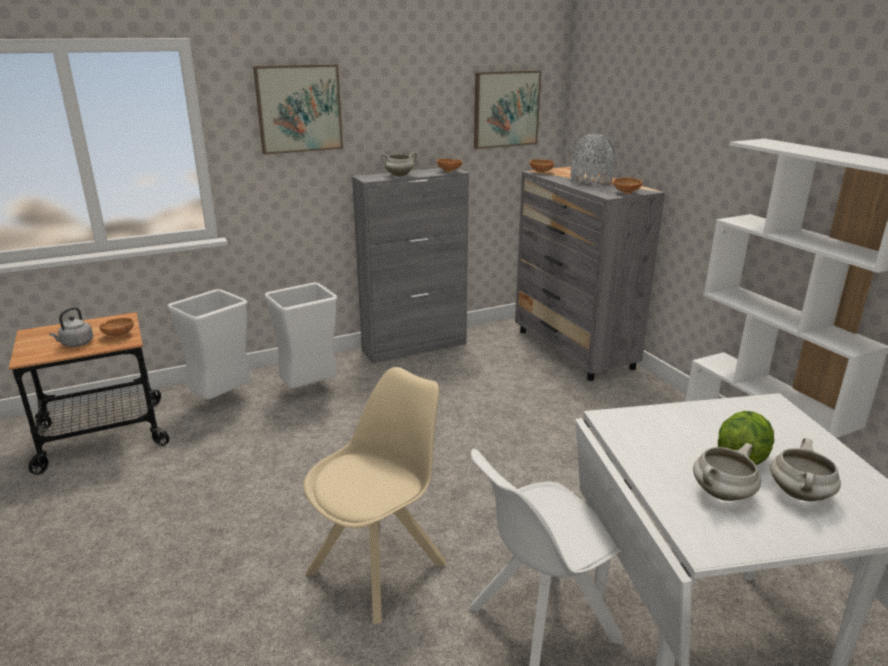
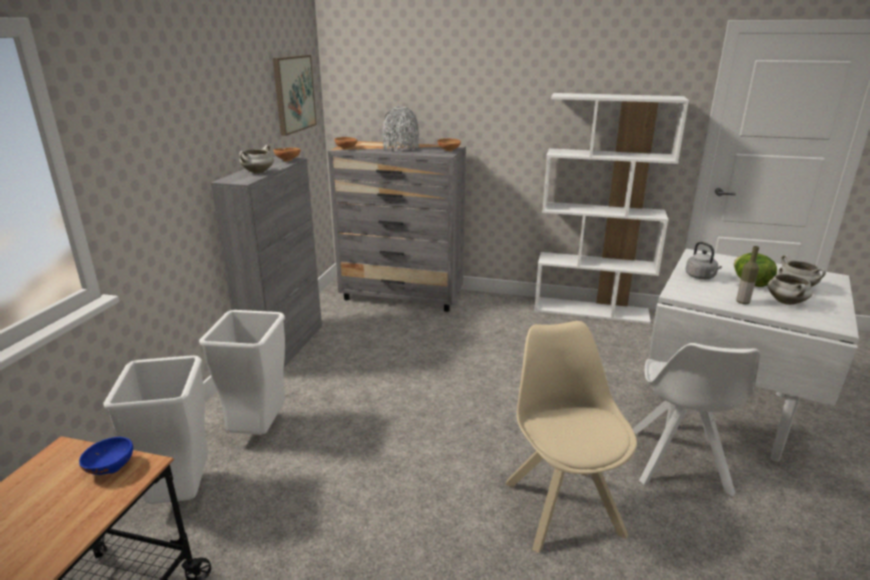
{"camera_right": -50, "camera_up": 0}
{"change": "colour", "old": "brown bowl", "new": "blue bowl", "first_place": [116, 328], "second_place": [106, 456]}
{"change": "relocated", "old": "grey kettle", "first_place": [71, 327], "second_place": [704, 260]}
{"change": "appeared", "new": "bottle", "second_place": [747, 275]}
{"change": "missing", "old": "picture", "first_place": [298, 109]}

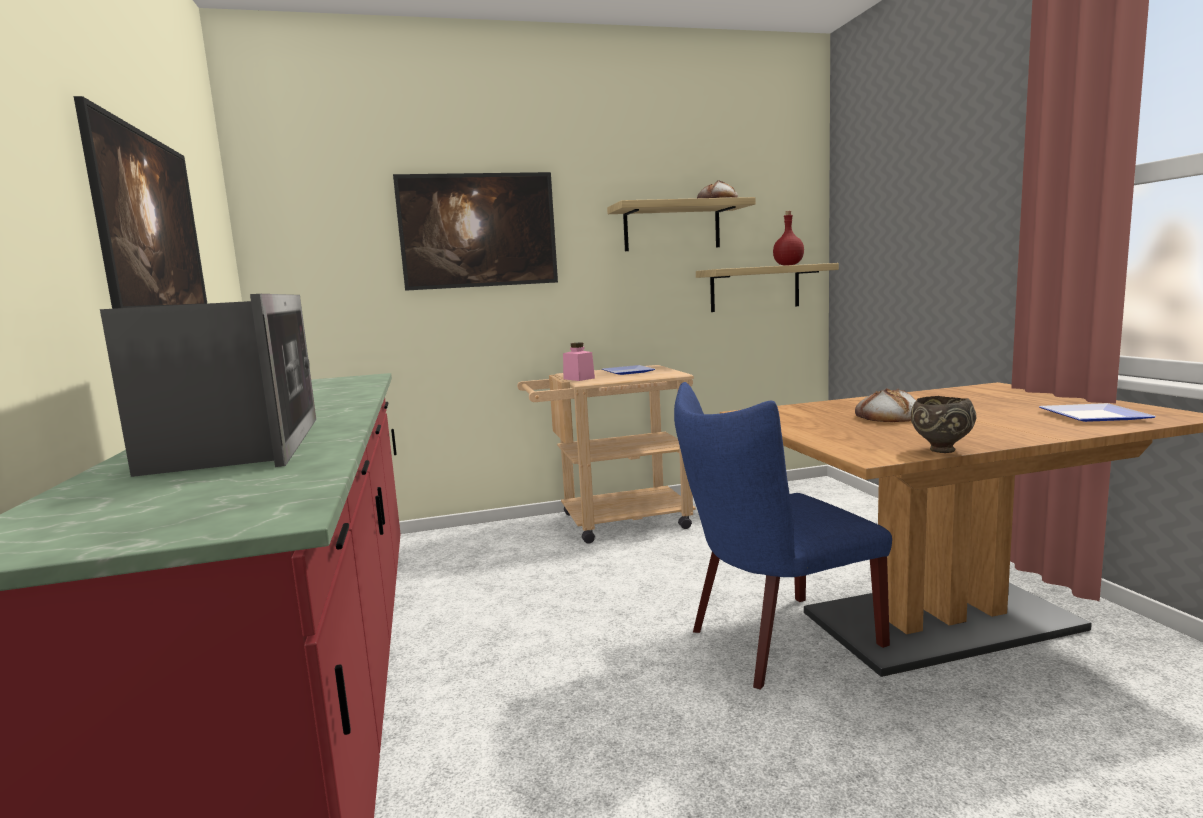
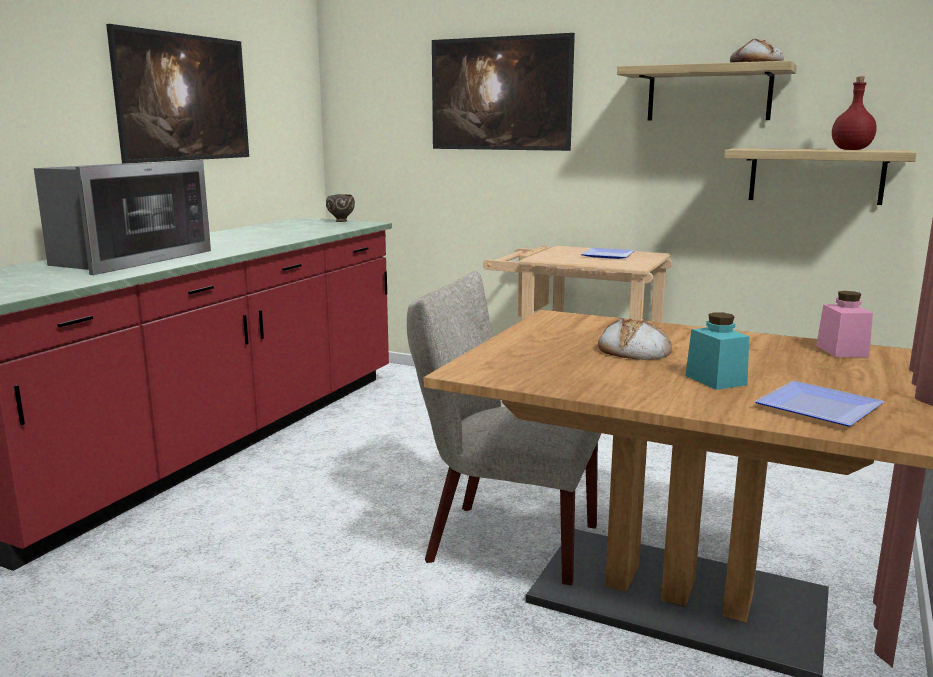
{"camera_right": 40, "camera_up": 5}
{"change": "relocated", "old": "brown bowl", "first_place": [943, 424], "second_place": [340, 208]}
{"change": "colour", "old": "blue chair", "new": "beige chair", "first_place": [783, 536], "second_place": [504, 429]}
{"change": "appeared", "new": "turquoise jar", "second_place": [717, 351]}
{"change": "relocated", "old": "pink jar", "first_place": [579, 362], "second_place": [844, 324]}

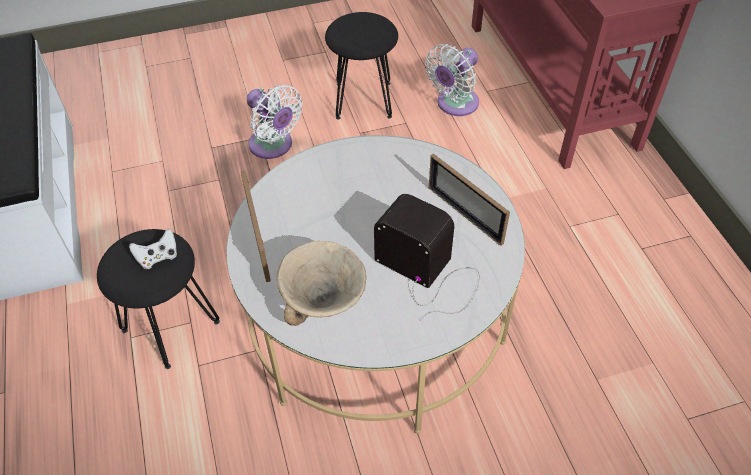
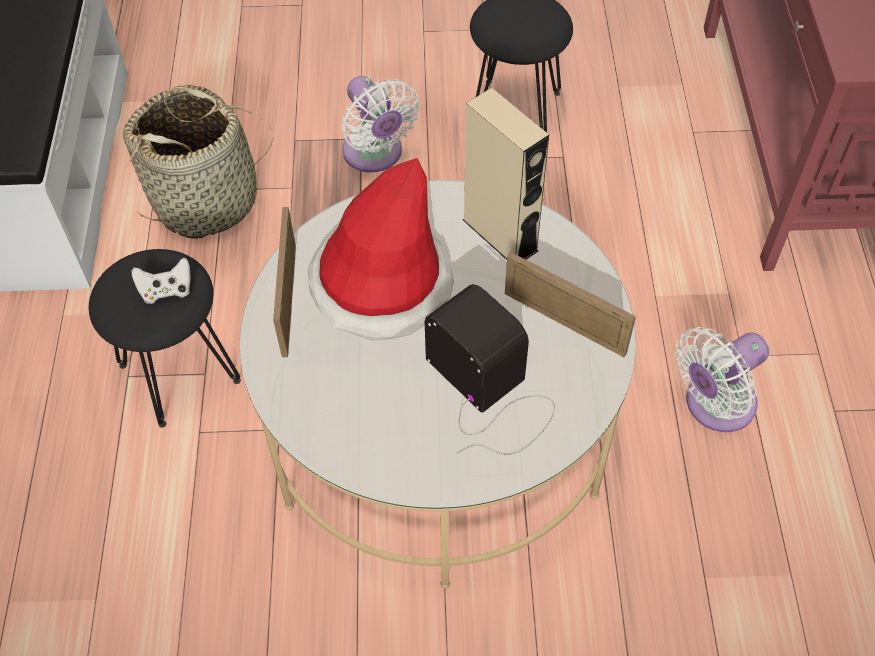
{"camera_right": 15, "camera_up": 5}
{"change": "appeared", "new": "basket", "second_place": [198, 162]}
{"change": "appeared", "new": "hat", "second_place": [381, 249]}
{"change": "appeared", "new": "beige speaker", "second_place": [506, 174]}
{"change": "spun", "old": "picture frame", "first_place": [469, 200], "second_place": [570, 304], "degrees": 150}
{"change": "relocated", "old": "white fan", "first_place": [452, 80], "second_place": [722, 379]}
{"change": "missing", "old": "beige bowl", "first_place": [321, 283]}

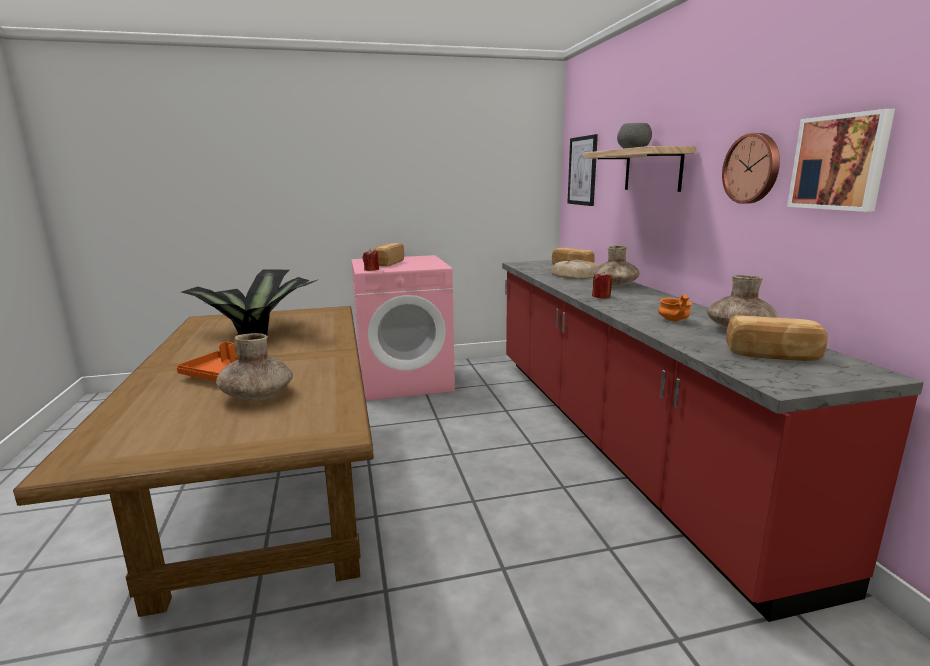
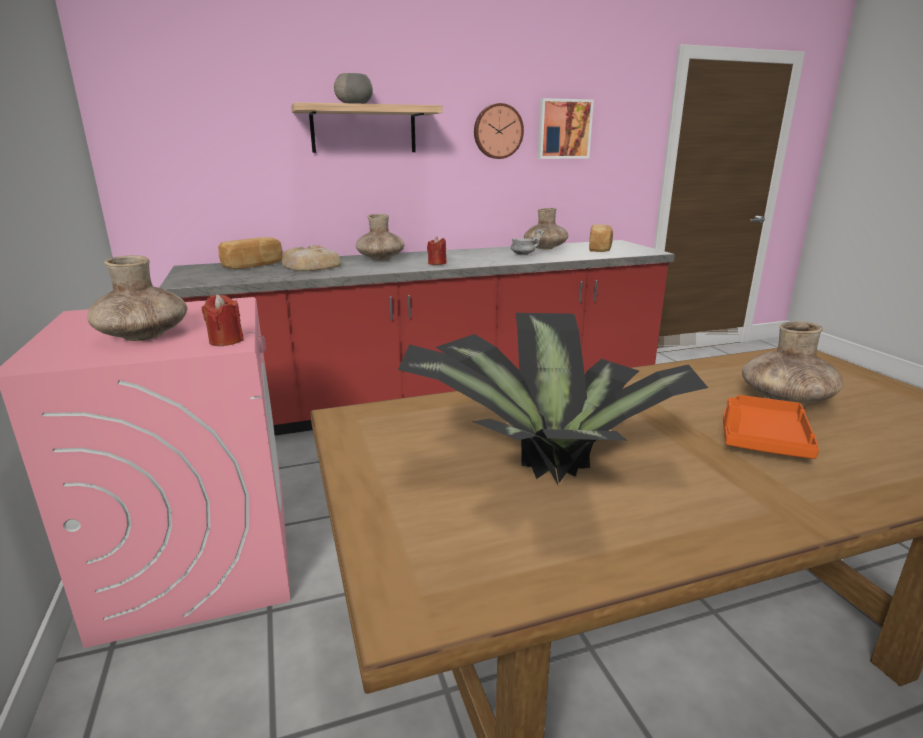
{"camera_right": -95, "camera_up": 5}
{"change": "exchanged", "old": "bread", "new": "brown vase", "first_place": [388, 254], "second_place": [137, 298]}
{"change": "colour", "old": "orange bowl", "new": "grey bowl", "first_place": [675, 308], "second_place": [527, 242]}
{"change": "missing", "old": "picture", "first_place": [583, 170]}

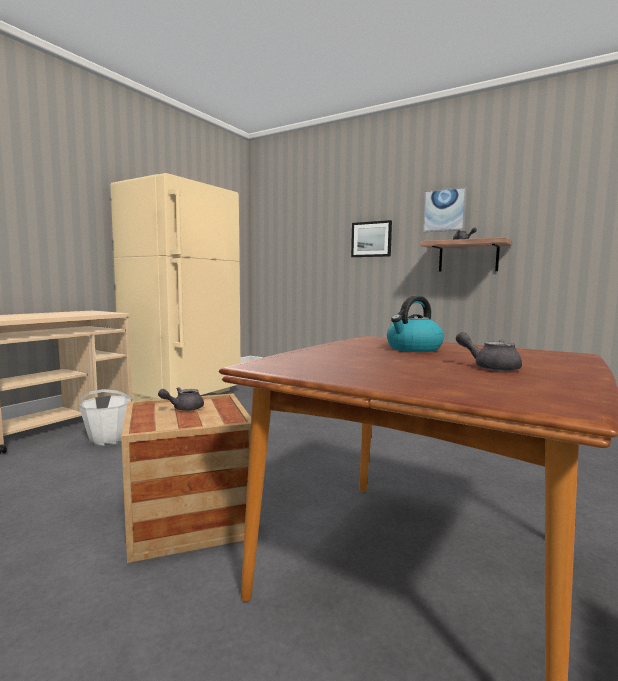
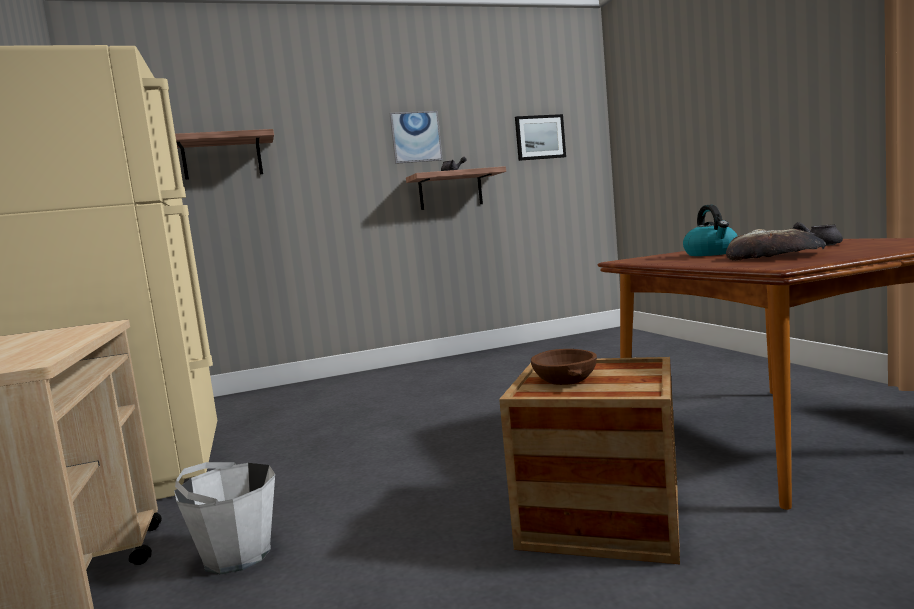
{"camera_right": -50, "camera_up": 0}
{"change": "appeared", "new": "shelf", "second_place": [224, 154]}
{"change": "relocated", "old": "picture", "first_place": [371, 238], "second_place": [540, 137]}
{"change": "exchanged", "old": "grey teapot", "new": "brown bowl", "first_place": [181, 399], "second_place": [564, 367]}
{"change": "appeared", "new": "bread", "second_place": [776, 245]}

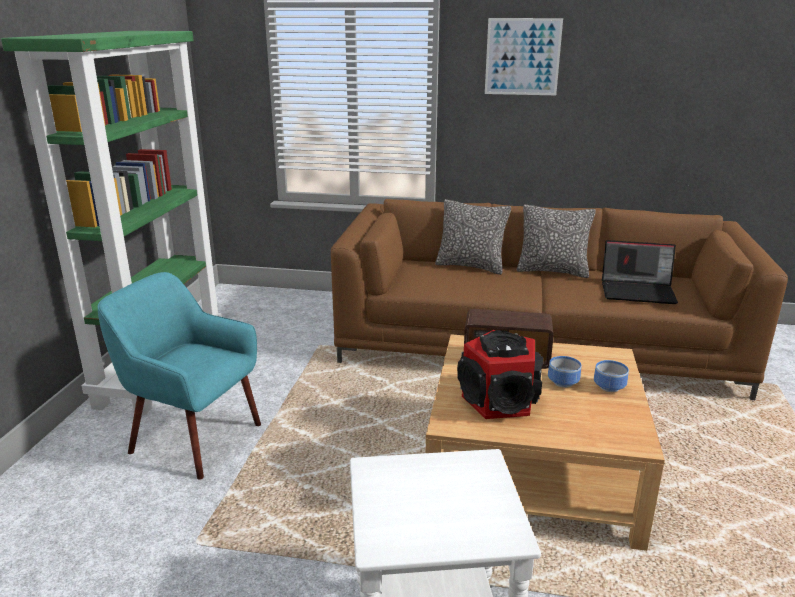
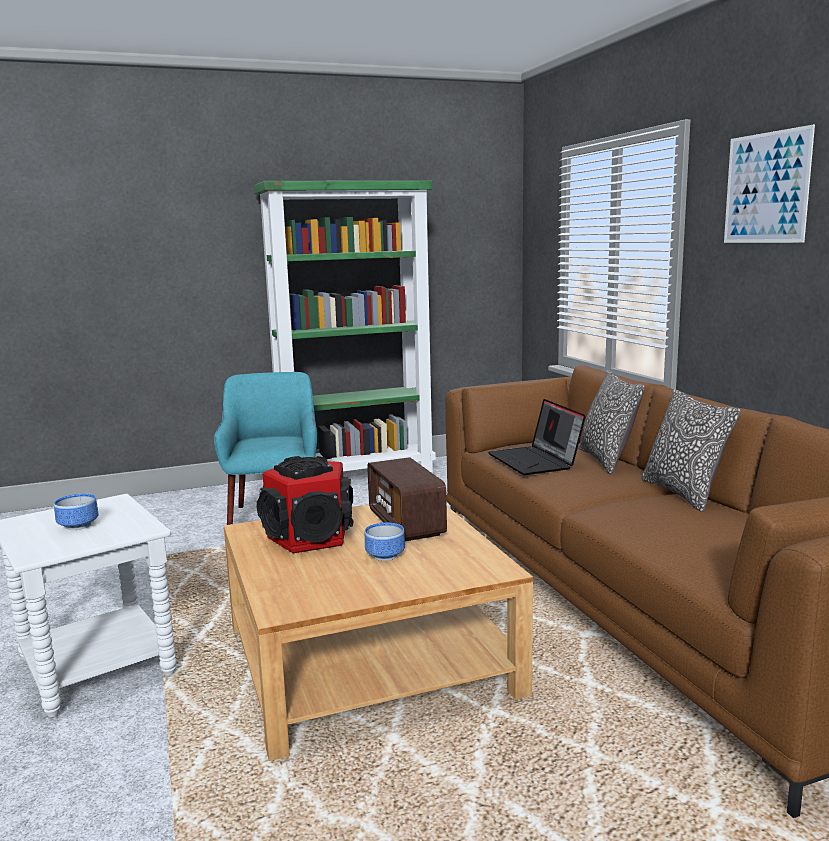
{"camera_right": 60, "camera_up": -10}
{"change": "relocated", "old": "bowl", "first_place": [611, 376], "second_place": [76, 512]}
{"change": "relocated", "old": "laptop", "first_place": [640, 272], "second_place": [537, 437]}

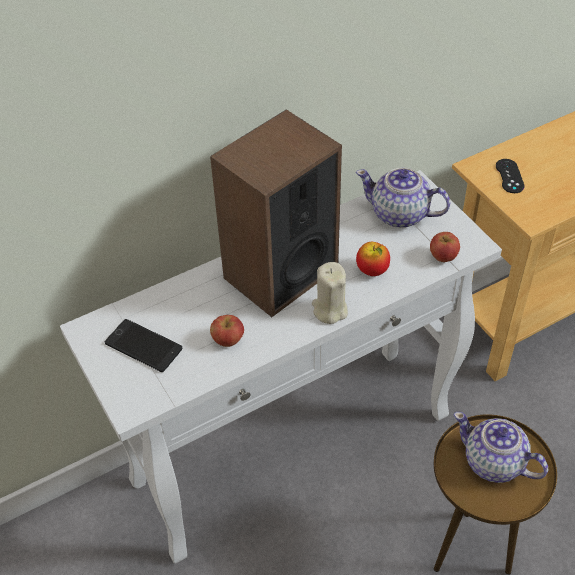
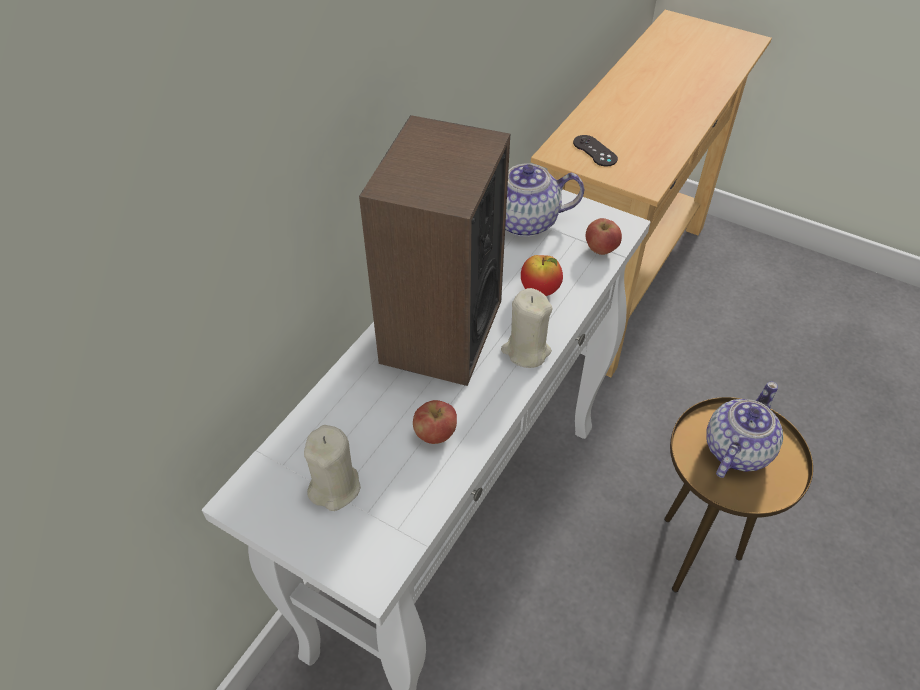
{"camera_right": -30, "camera_up": 0}
{"change": "exchanged", "old": "phone", "new": "beige candle", "first_place": [144, 345], "second_place": [332, 468]}
{"change": "spun", "old": "teapot", "first_place": [501, 447], "second_place": [744, 429], "degrees": 120}

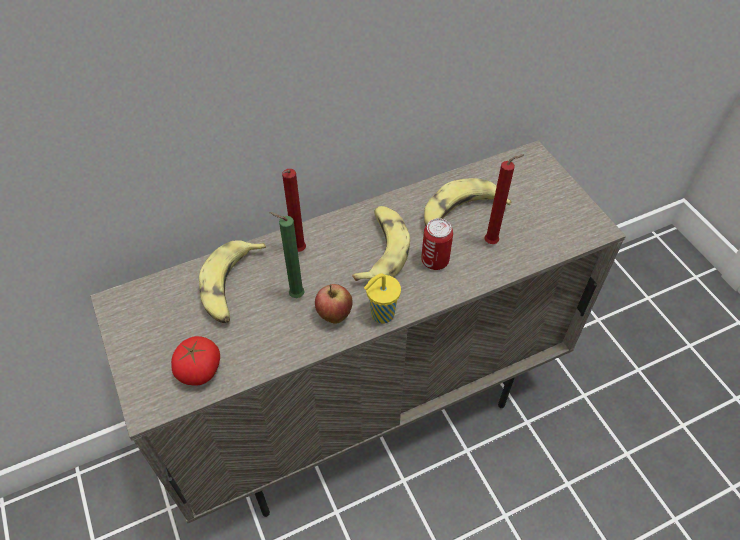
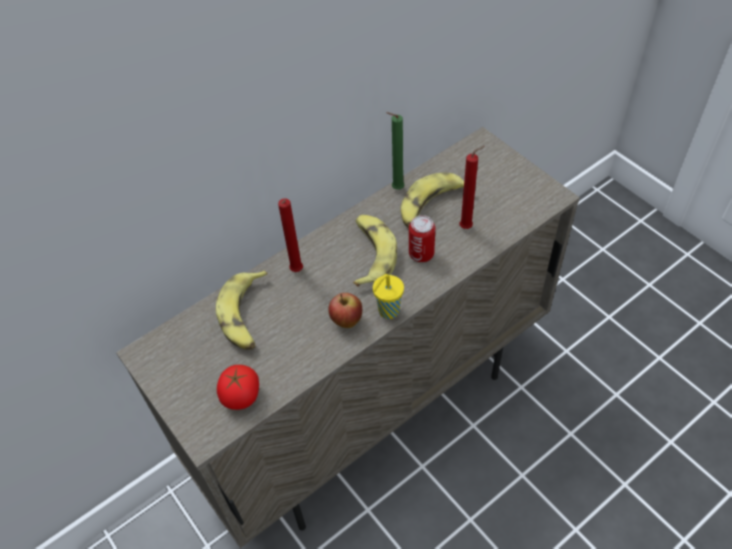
{"camera_right": -10, "camera_up": 0}
{"change": "relocated", "old": "green candle", "first_place": [287, 255], "second_place": [395, 151]}

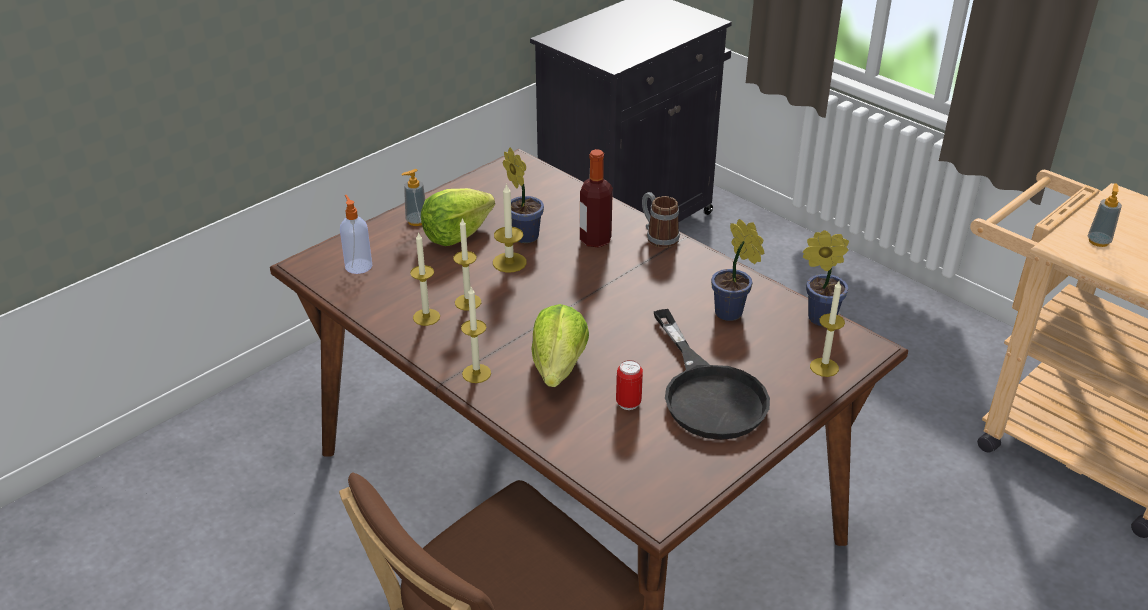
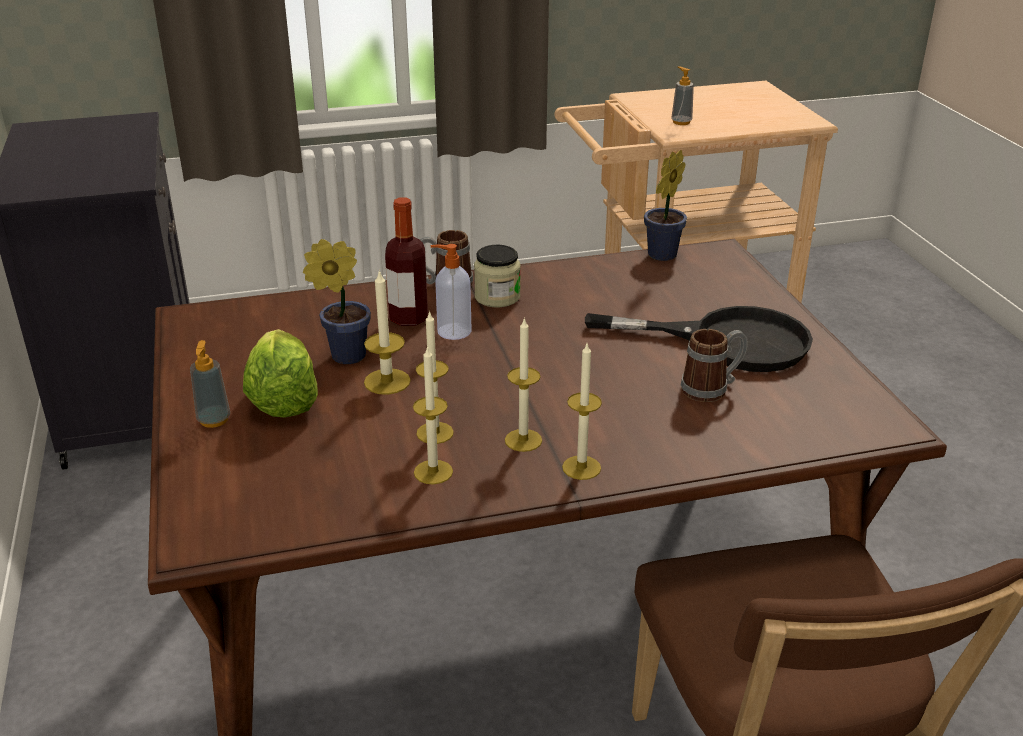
{"camera_right": -60, "camera_up": -5}
{"change": "relocated", "old": "soap dispenser", "first_place": [356, 234], "second_place": [451, 292]}
{"change": "appeared", "new": "jar", "second_place": [497, 276]}
{"change": "relocated", "old": "candle", "first_place": [827, 329], "second_place": [523, 384]}
{"change": "exchanged", "old": "can", "new": "mug", "first_place": [629, 385], "second_place": [714, 365]}
{"change": "missing", "old": "lettuce", "first_place": [560, 345]}
{"change": "missing", "old": "potted plant", "first_place": [738, 270]}

